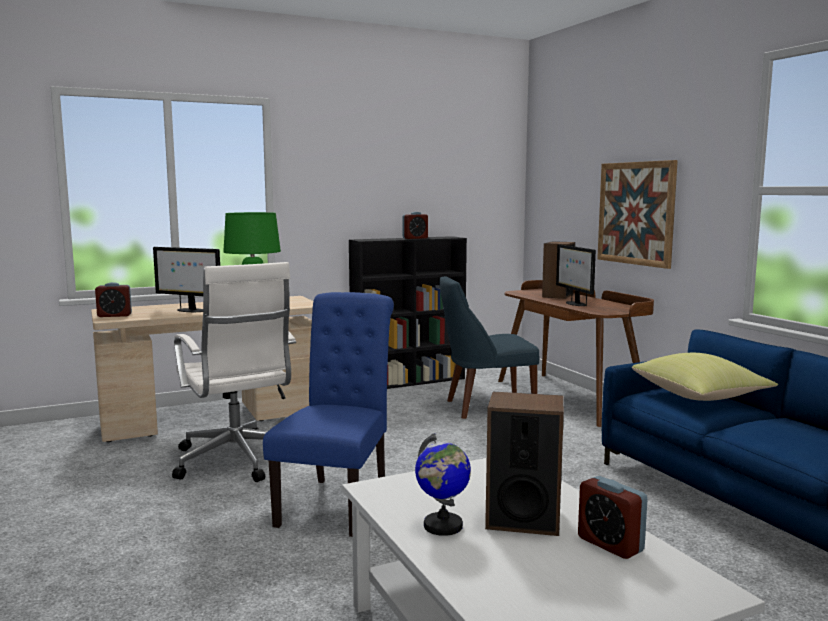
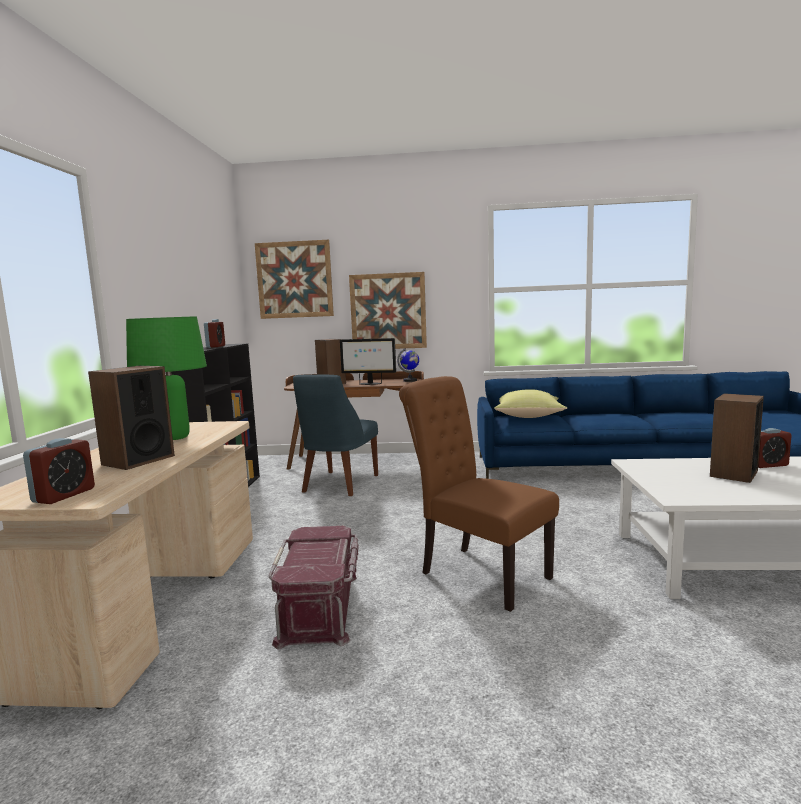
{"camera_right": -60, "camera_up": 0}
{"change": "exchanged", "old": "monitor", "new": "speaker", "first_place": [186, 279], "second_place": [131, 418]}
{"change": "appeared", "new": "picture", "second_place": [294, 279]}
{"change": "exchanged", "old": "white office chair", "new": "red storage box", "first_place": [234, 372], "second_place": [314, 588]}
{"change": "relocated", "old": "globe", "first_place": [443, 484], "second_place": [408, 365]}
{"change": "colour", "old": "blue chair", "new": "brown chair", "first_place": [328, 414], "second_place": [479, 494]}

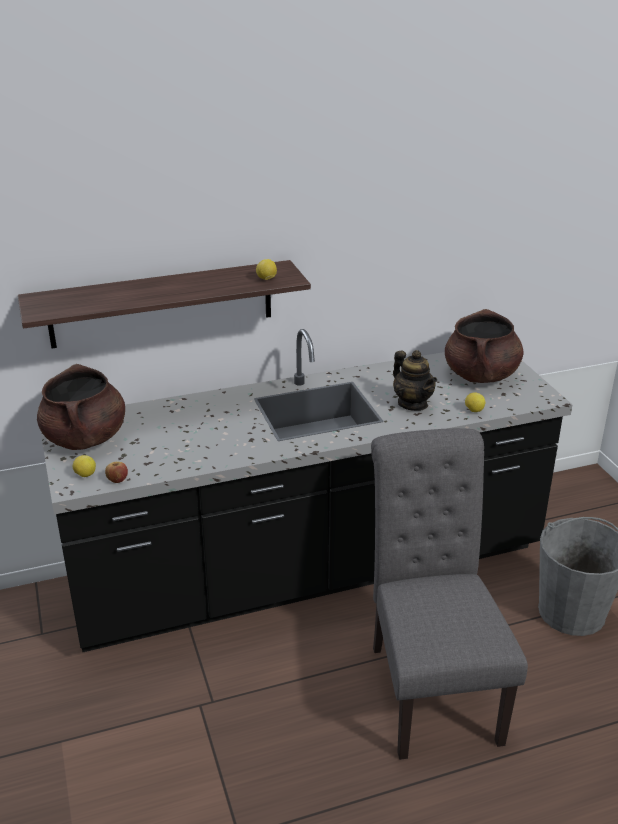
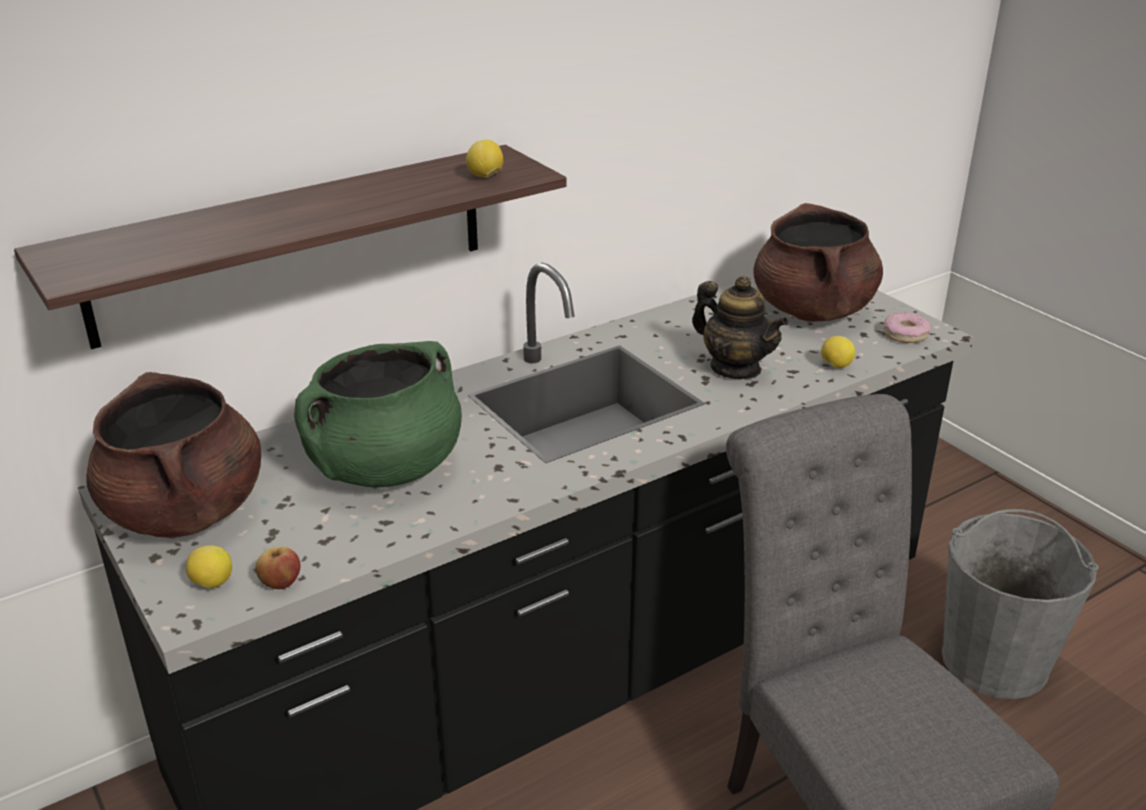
{"camera_right": -15, "camera_up": 0}
{"change": "appeared", "new": "green cooking pot", "second_place": [378, 414]}
{"change": "appeared", "new": "donut", "second_place": [907, 327]}

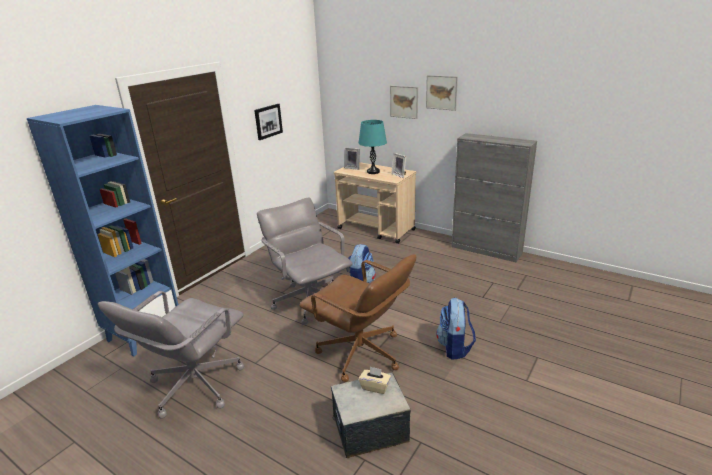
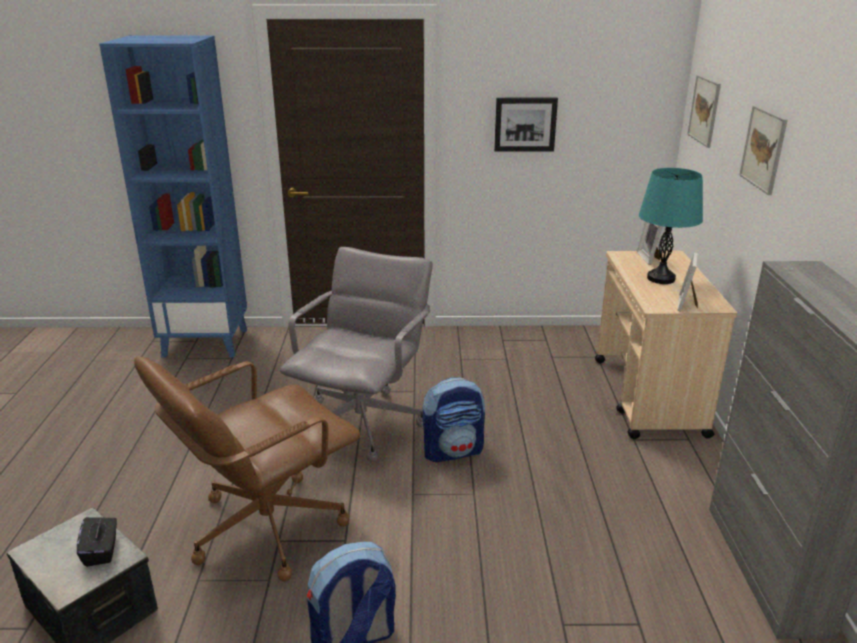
{"camera_right": 55, "camera_up": 0}
{"change": "colour", "old": "beige tissue box", "new": "black tissue box", "first_place": [375, 380], "second_place": [97, 541]}
{"change": "spun", "old": "brown office chair", "first_place": [357, 318], "second_place": [247, 469], "degrees": 45}
{"change": "relocated", "old": "picture", "first_place": [442, 93], "second_place": [704, 111]}
{"change": "missing", "old": "grey office chair", "first_place": [171, 354]}

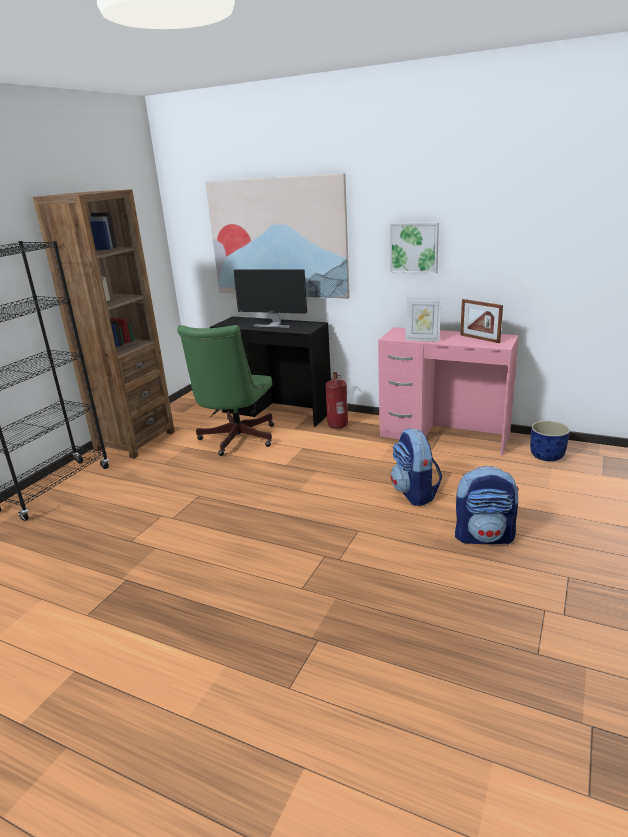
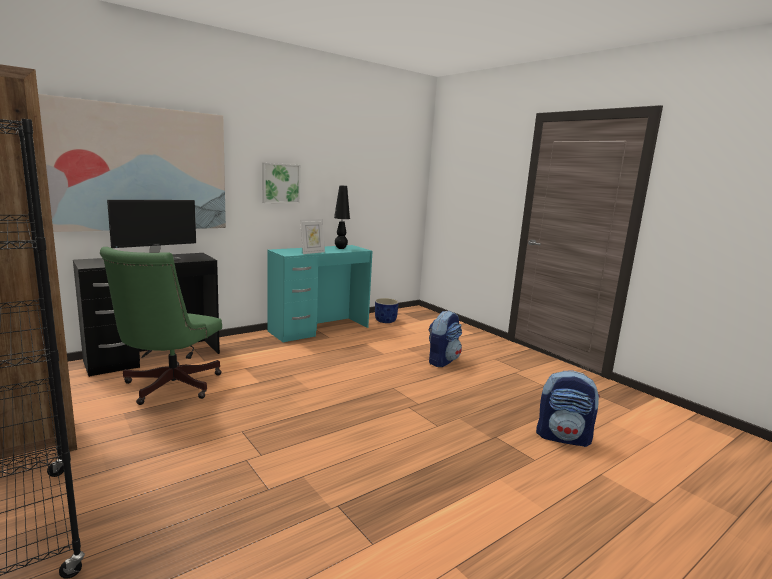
{"camera_right": -65, "camera_up": -10}
{"change": "spun", "old": "green office chair", "first_place": [225, 390], "second_place": [161, 326], "degrees": 60}
{"change": "colour", "old": "pink desk", "new": "turquoise desk", "first_place": [448, 391], "second_place": [320, 293]}
{"change": "exchanged", "old": "picture frame", "new": "black table lamp", "first_place": [481, 321], "second_place": [342, 217]}
{"change": "relocated", "old": "backpack", "first_place": [416, 467], "second_place": [568, 408]}
{"change": "missing", "old": "fire extinguisher", "first_place": [336, 400]}

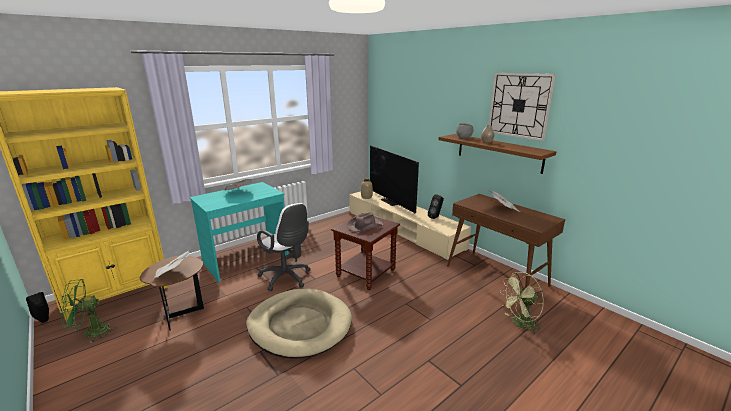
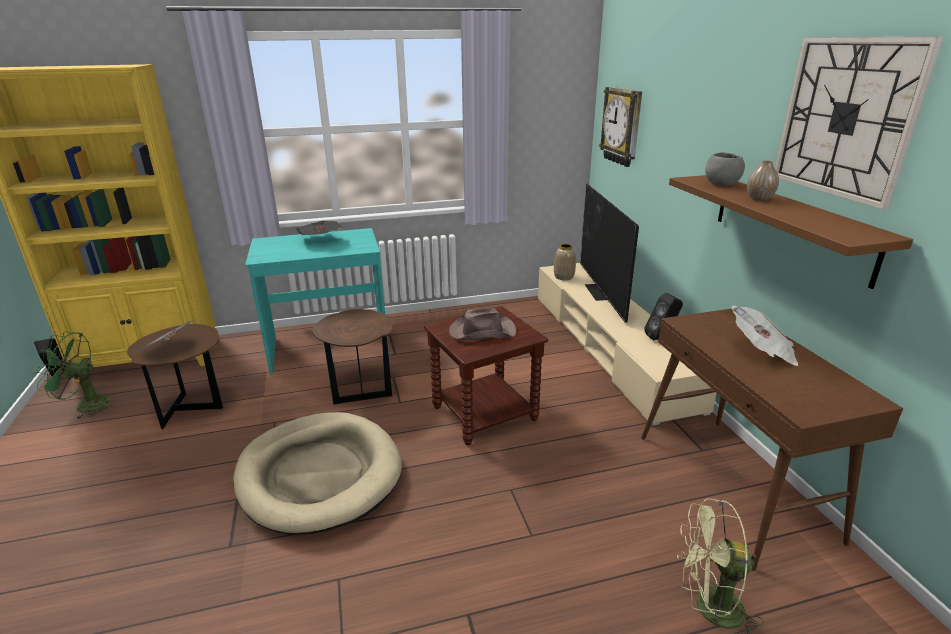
{"camera_right": 25, "camera_up": 5}
{"change": "exchanged", "old": "white office chair", "new": "brown side table", "first_place": [284, 247], "second_place": [352, 357]}
{"change": "appeared", "new": "wall clock", "second_place": [620, 127]}

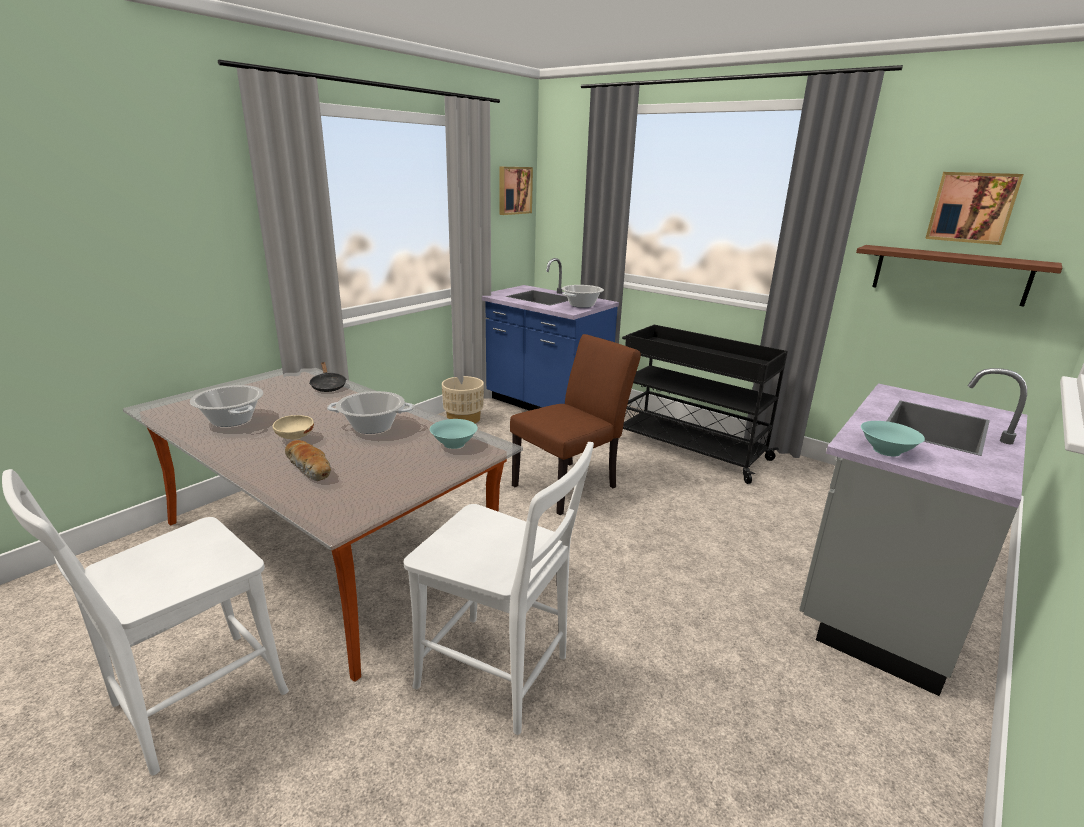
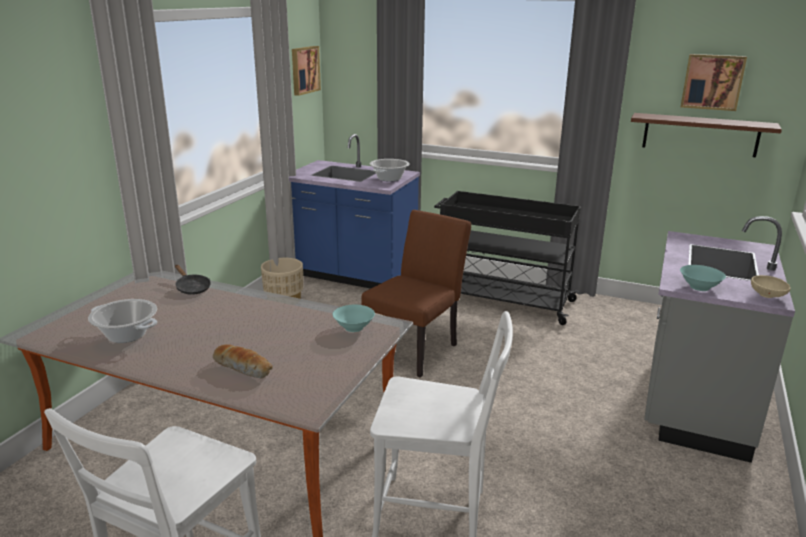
{"camera_right": -15, "camera_up": 0}
{"change": "relocated", "old": "beige bowl", "first_place": [293, 427], "second_place": [771, 286]}
{"change": "missing", "old": "cooking pot", "first_place": [370, 412]}

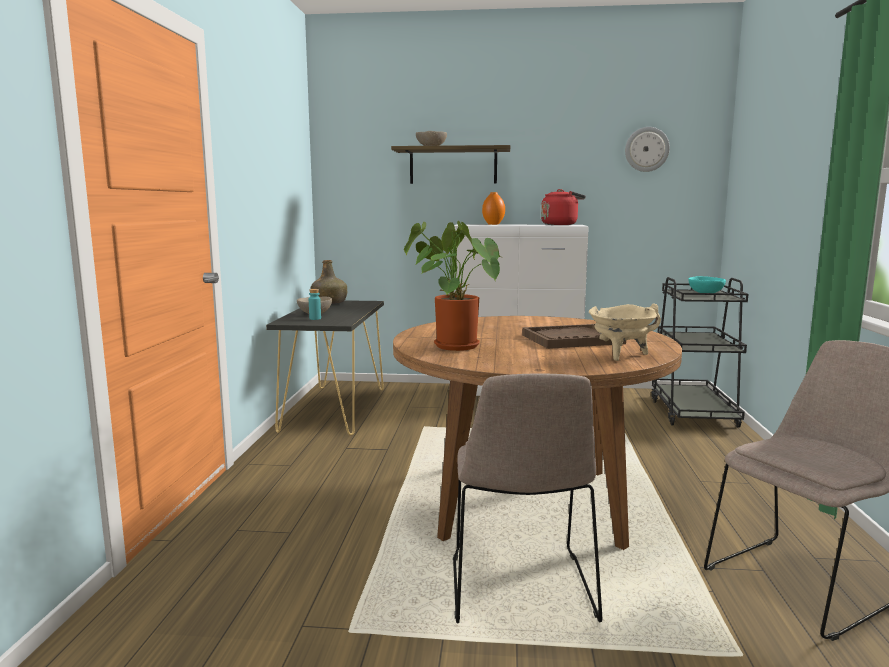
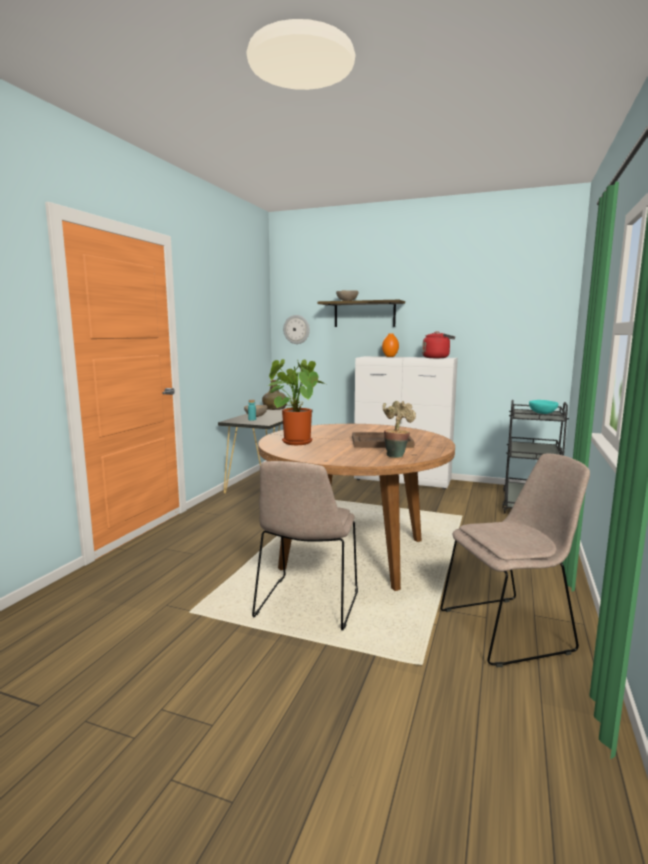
{"camera_right": 15, "camera_up": 0}
{"change": "relocated", "old": "wall clock", "first_place": [647, 149], "second_place": [296, 329]}
{"change": "exchanged", "old": "beige cooking pot", "new": "potted plant", "first_place": [625, 332], "second_place": [399, 429]}

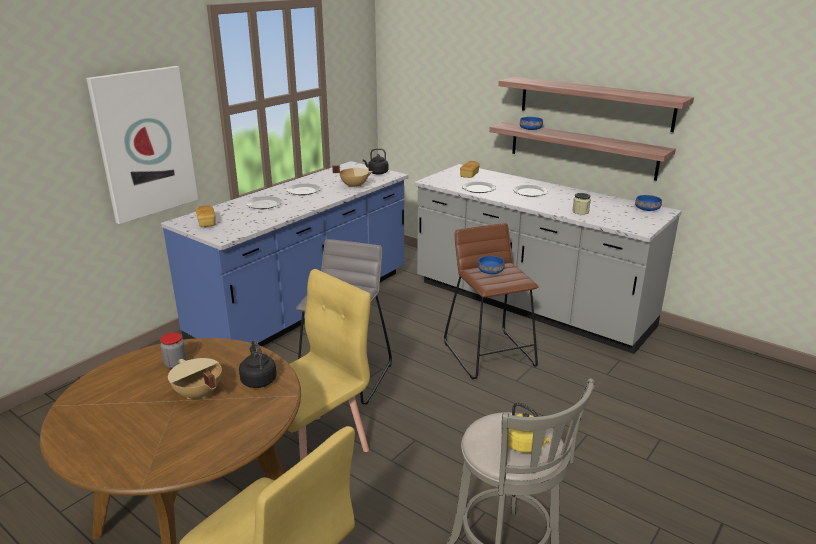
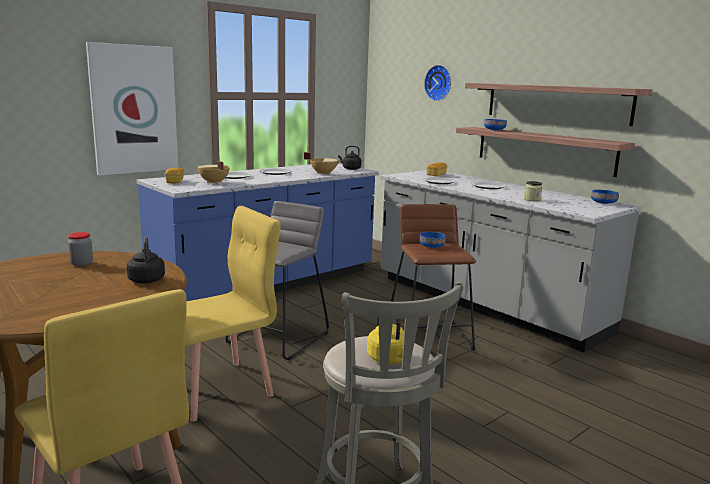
{"camera_right": 10, "camera_up": -10}
{"change": "relocated", "old": "beige cooking pot", "first_place": [195, 378], "second_place": [214, 172]}
{"change": "appeared", "new": "wall clock", "second_place": [437, 83]}

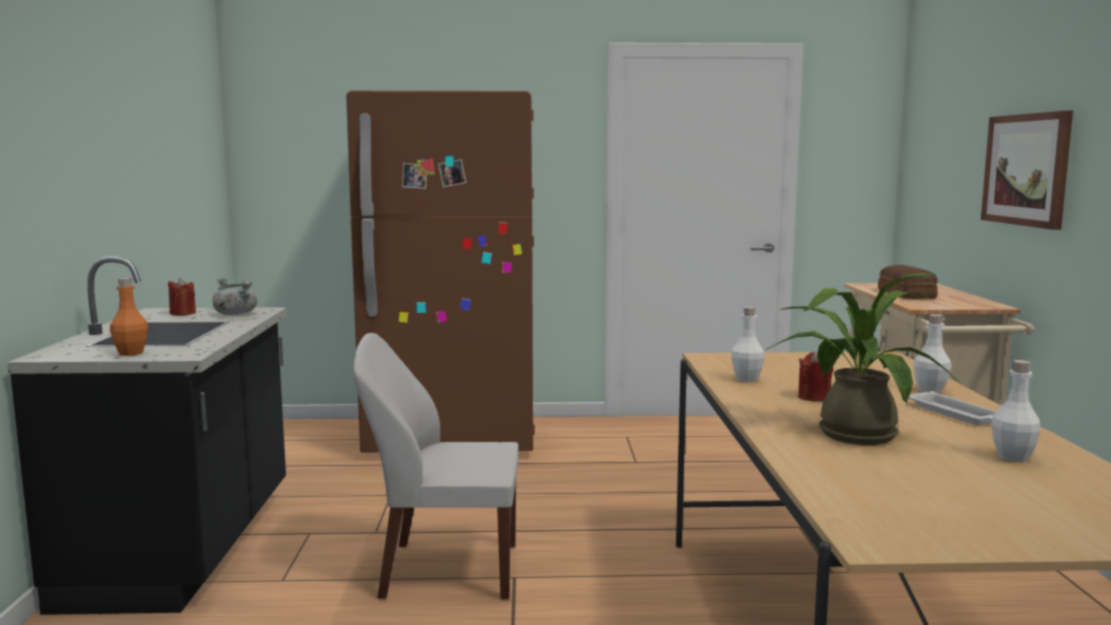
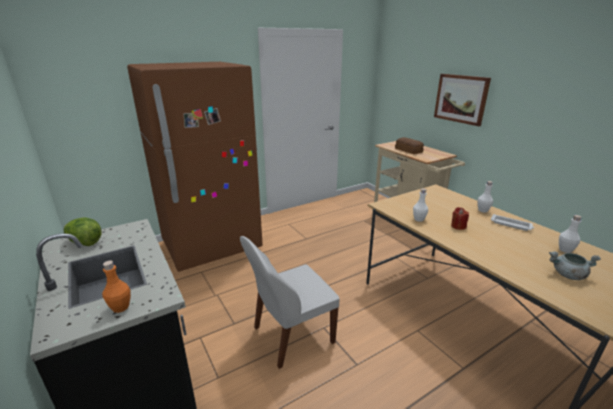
{"camera_right": -30, "camera_up": 15}
{"change": "exchanged", "old": "red candle", "new": "lettuce", "first_place": [182, 296], "second_place": [82, 232]}
{"change": "relocated", "old": "grey cooking pot", "first_place": [234, 296], "second_place": [575, 265]}
{"change": "missing", "old": "potted plant", "first_place": [862, 359]}

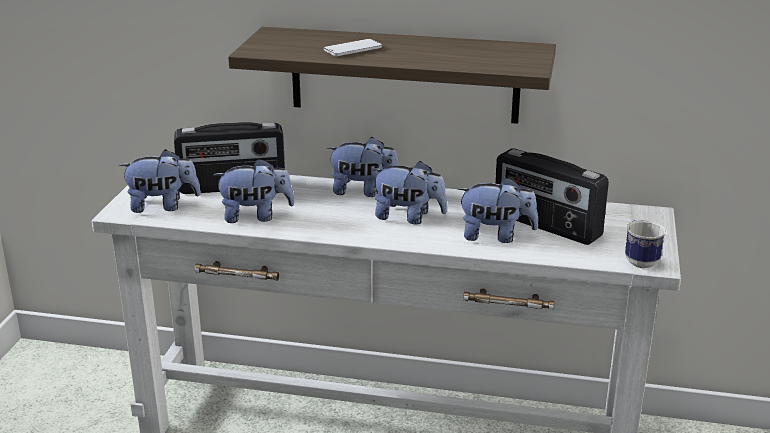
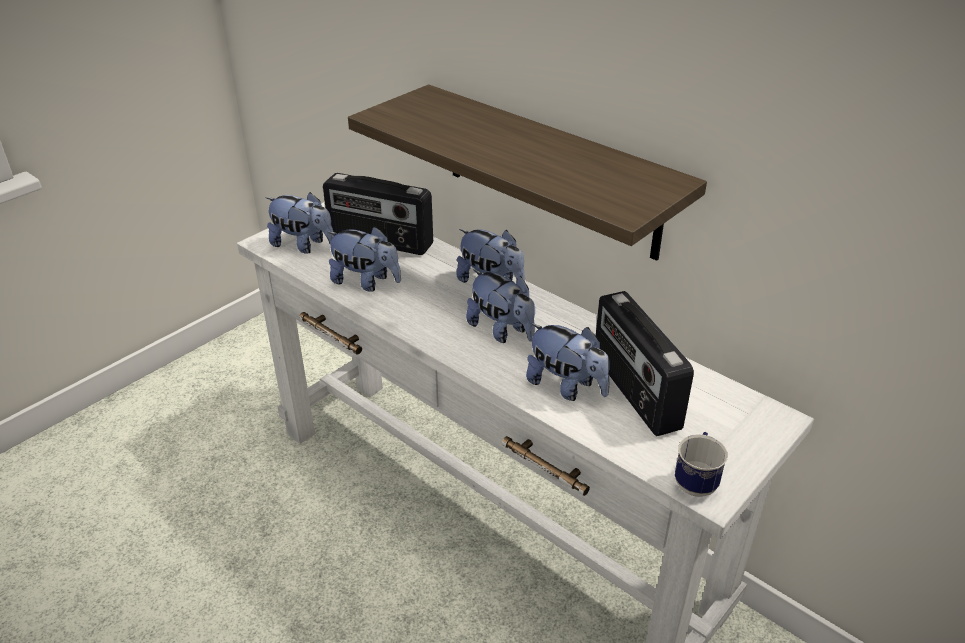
{"camera_right": 30, "camera_up": 10}
{"change": "missing", "old": "phone", "first_place": [353, 47]}

